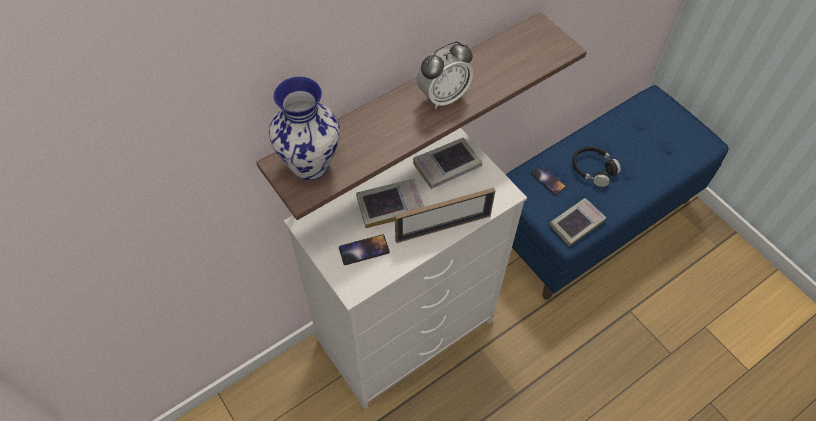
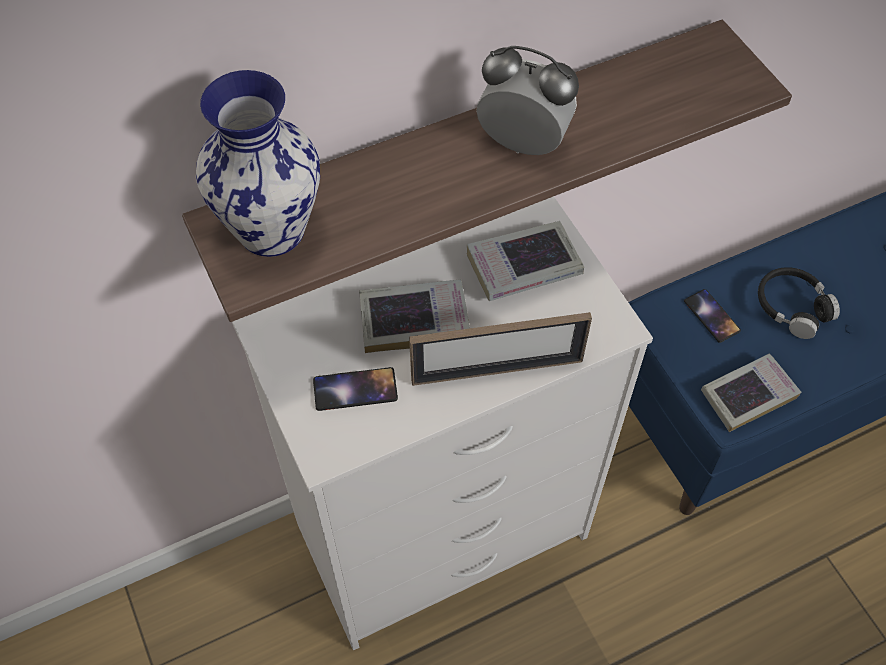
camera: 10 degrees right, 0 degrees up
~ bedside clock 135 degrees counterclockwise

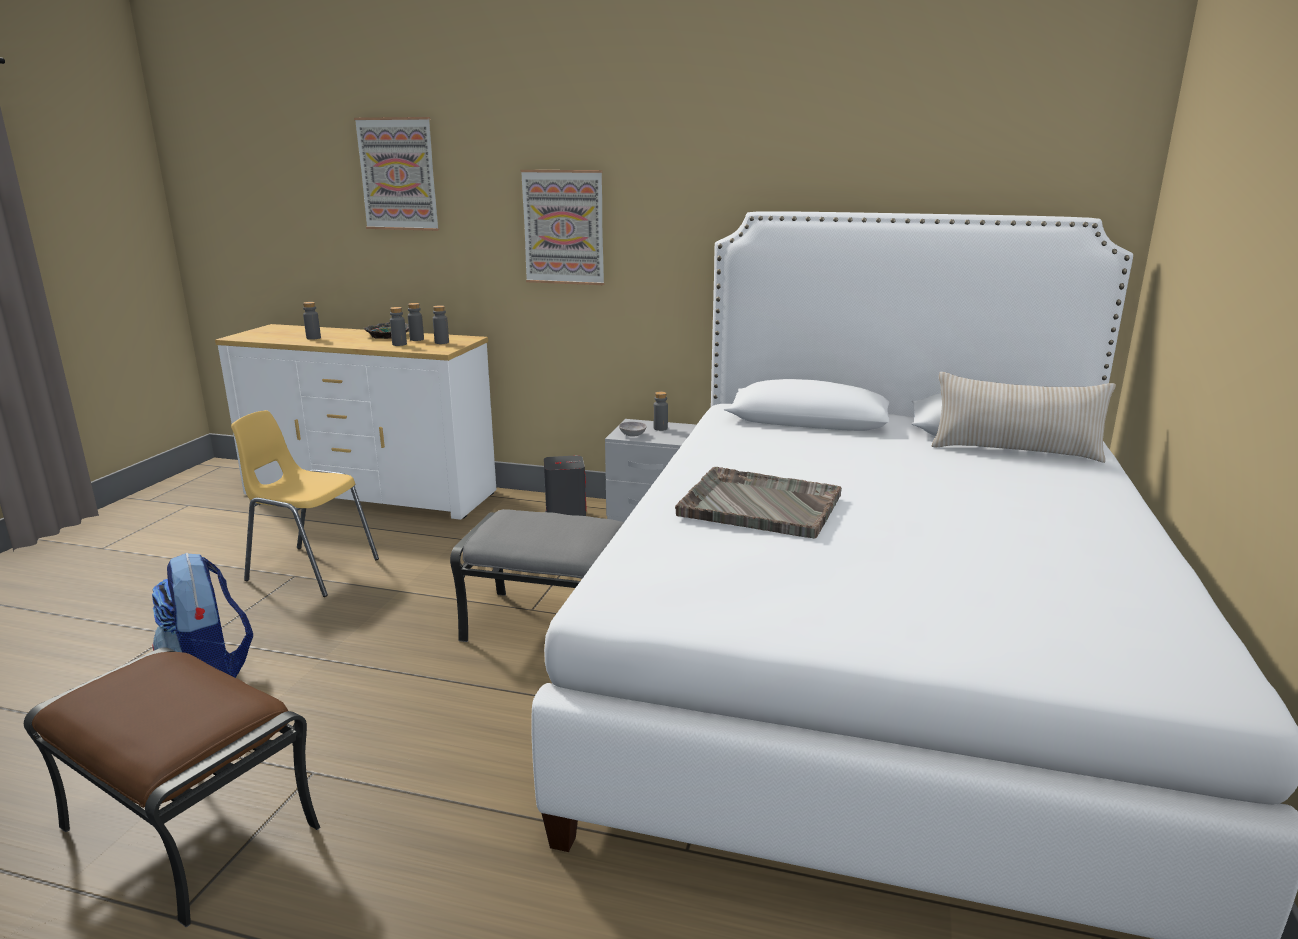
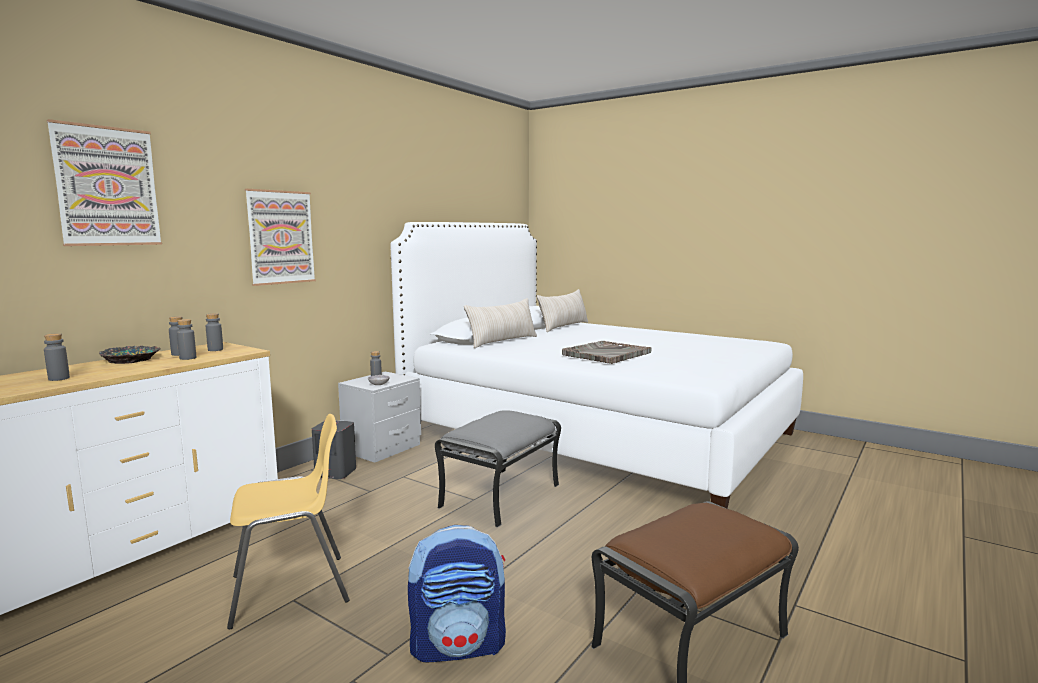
camera: 70 degrees left, 10 degrees down
~ yellow upright chair 150 degrees counterclockwise
+ beige-coloured throw pillow (1st from left)

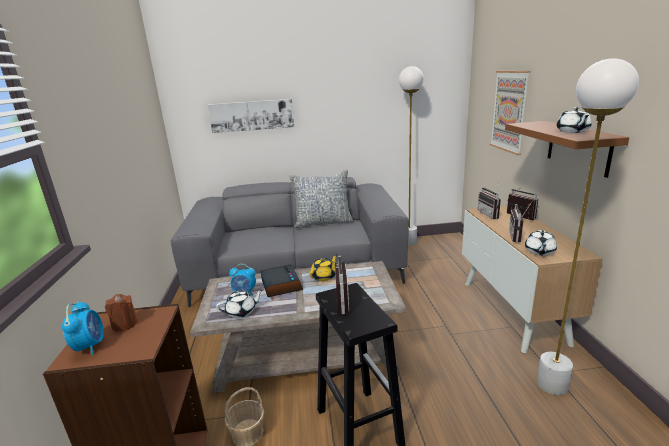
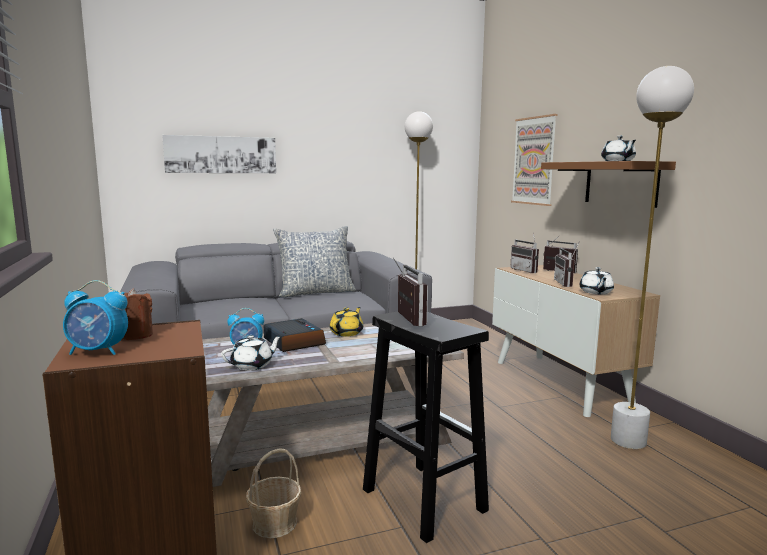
camera: 15 degrees left, 10 degrees down
~ bedside clock (1st from left) 120 degrees clockwise

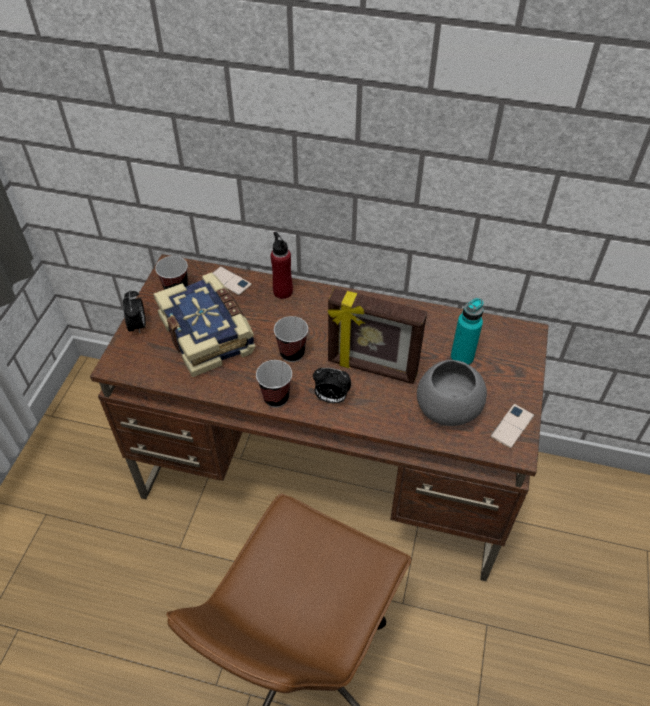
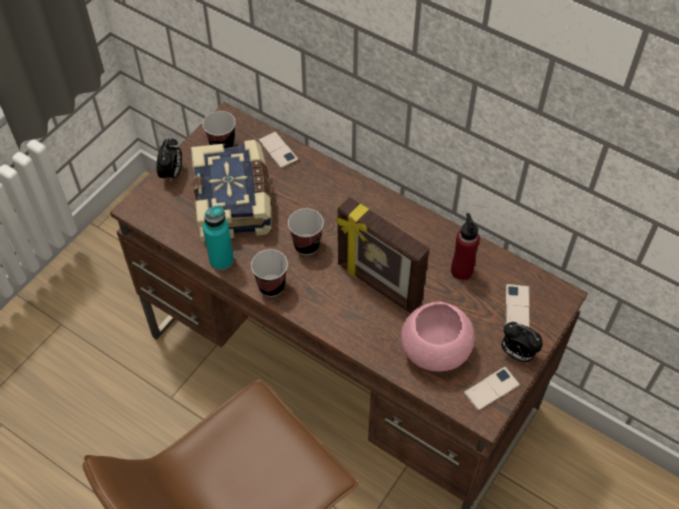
camera: 20 degrees right, 5 degrees up
~ reddish drink bottle
~ bedside clock (2nd from left)
~ grey bowl to pink bowl
~ turquoise-coloured drink bottle
+ telephone (3rd from left)

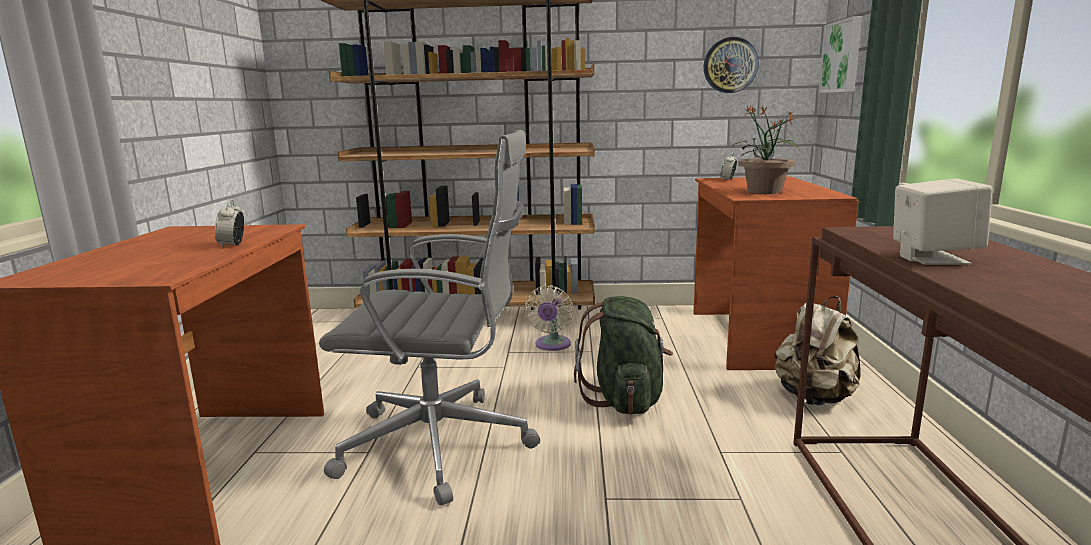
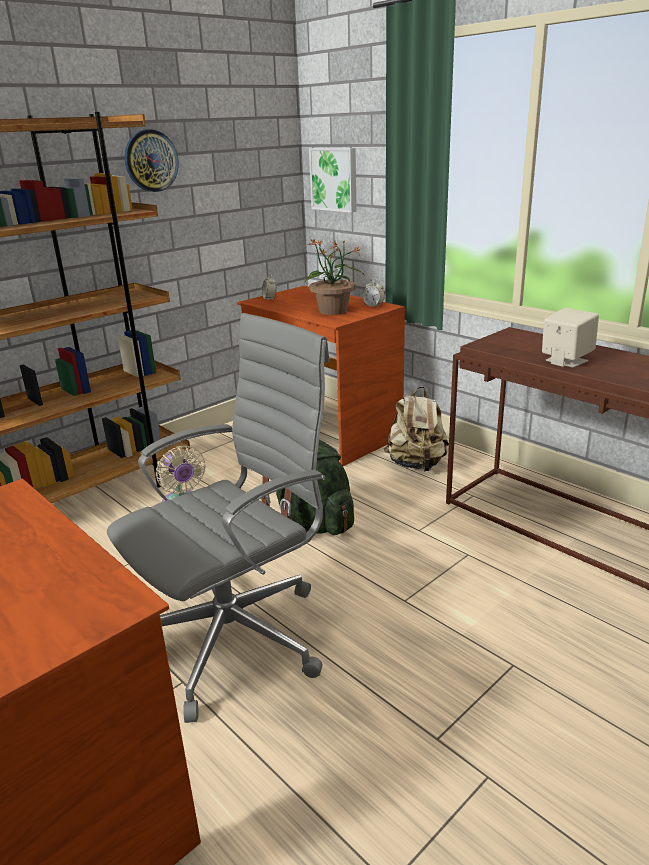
camera: 45 degrees left, 10 degrees up
~ bedside clock (1st from left in the first image) to bedside clock (2nd from left)
~ wall clock

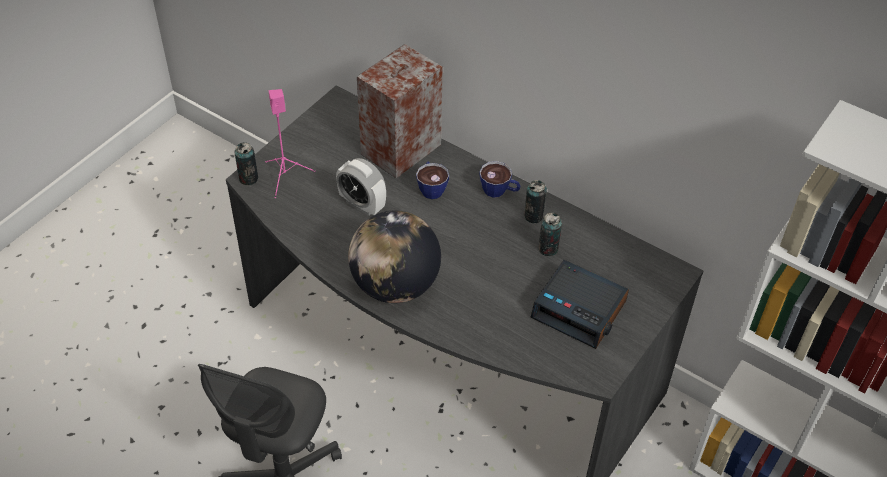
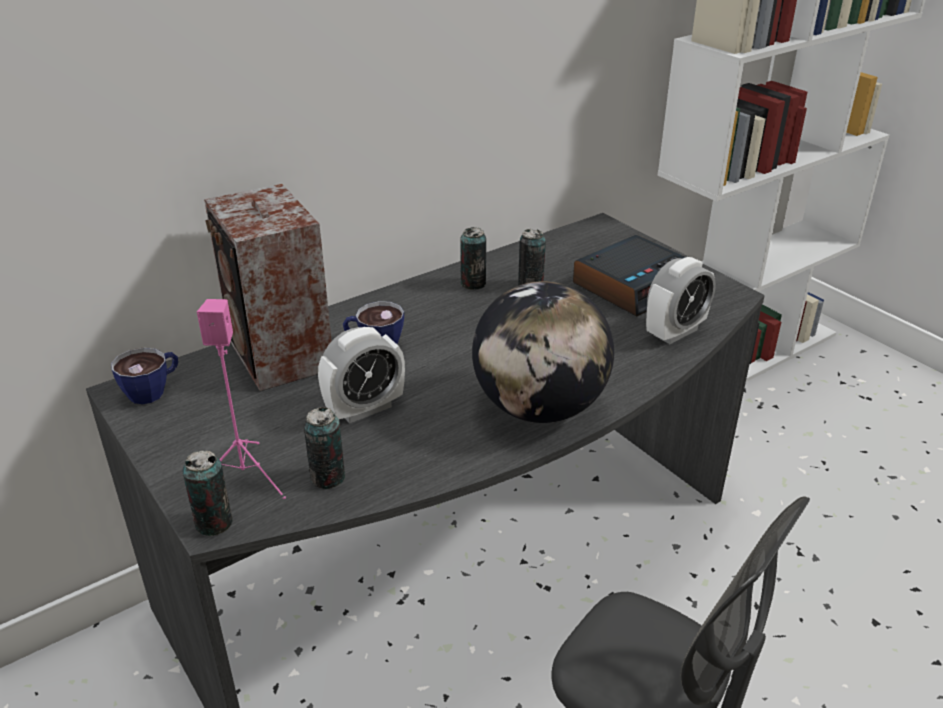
camera: 70 degrees left, 15 degrees down
~ cup (2nd from left in the first image) to cup (1st from left)
+ sealed can (2nd from left)
+ bedside clock (3rd from left)

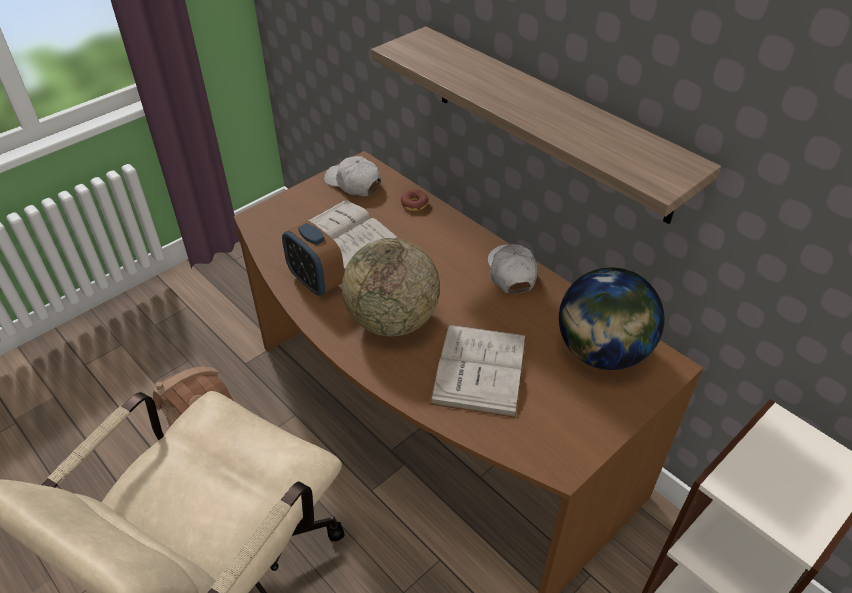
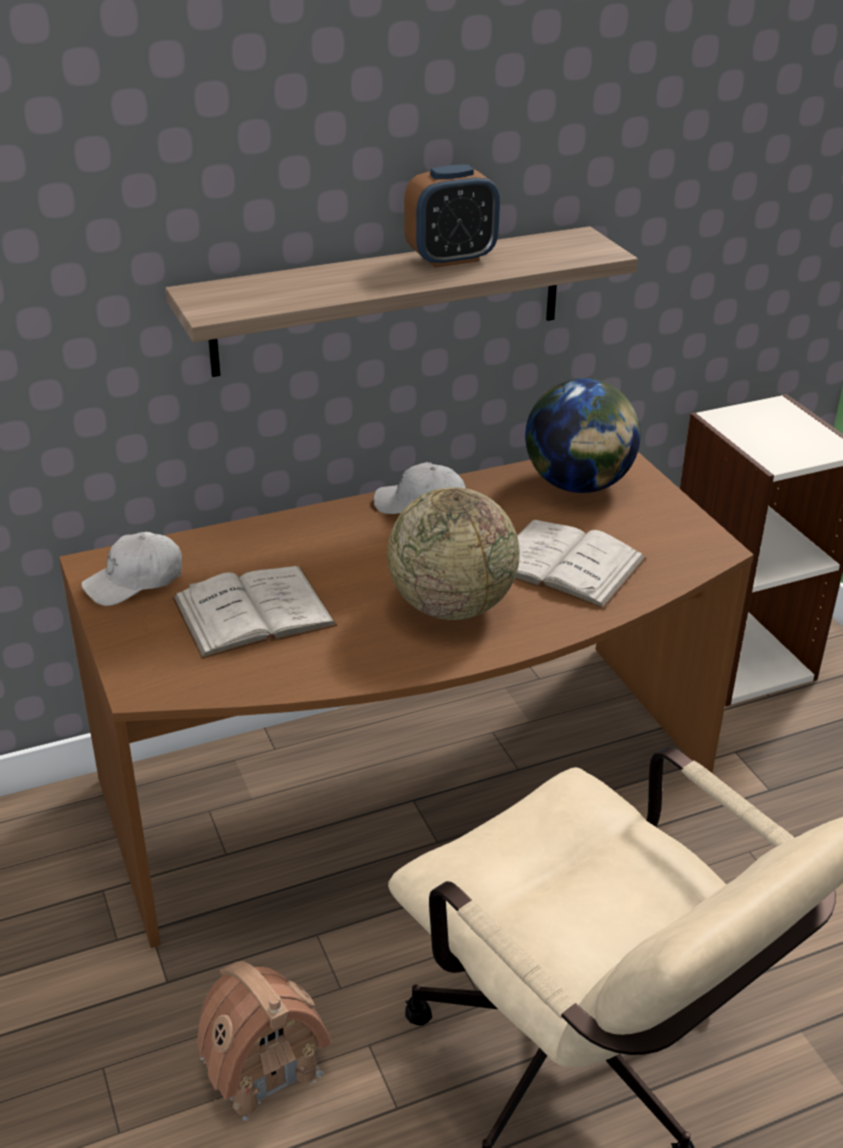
camera: 70 degrees left, 10 degrees down
~ bedside clock
- ring doughnut

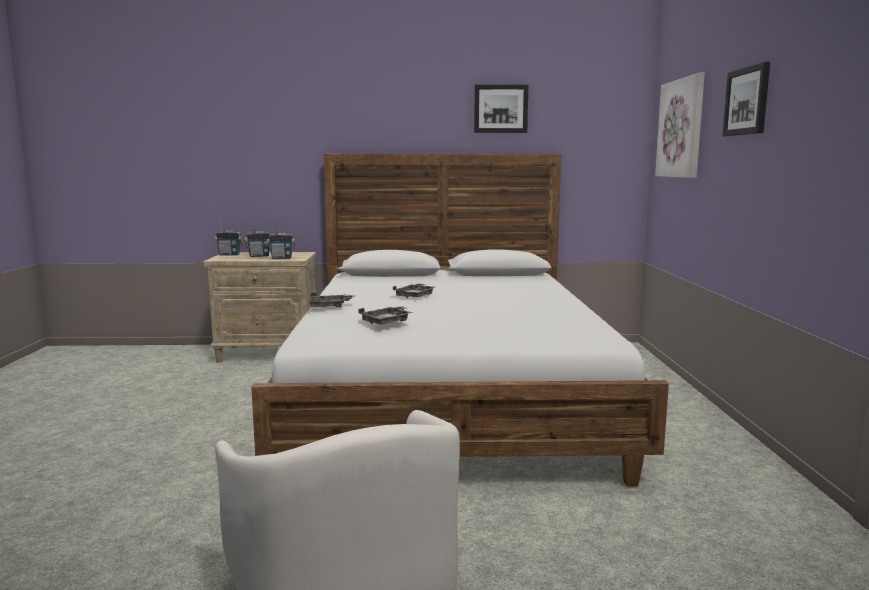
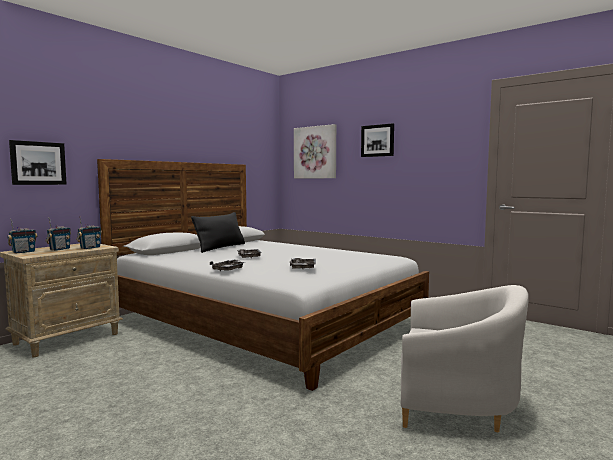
camera: 50 degrees left, 5 degrees down
~ wall picture (1st from left)
+ black-coloured throw pillow

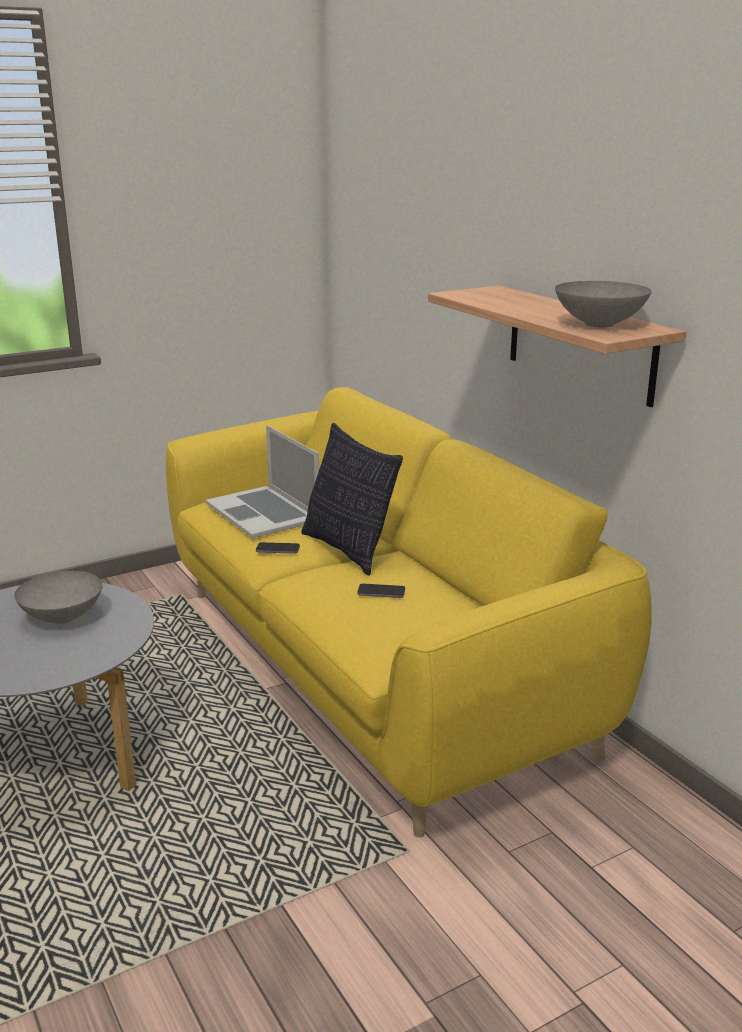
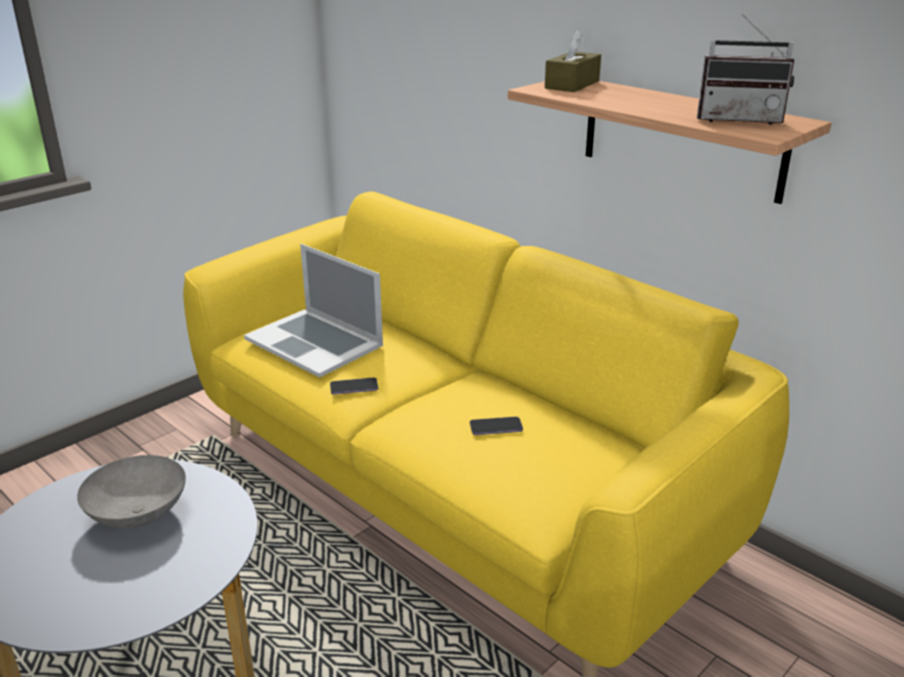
camera: 15 degrees left, 5 degrees up
- throw pillow
~ grey bowl (2nd from left) to radio set
+ brownish tissue holder

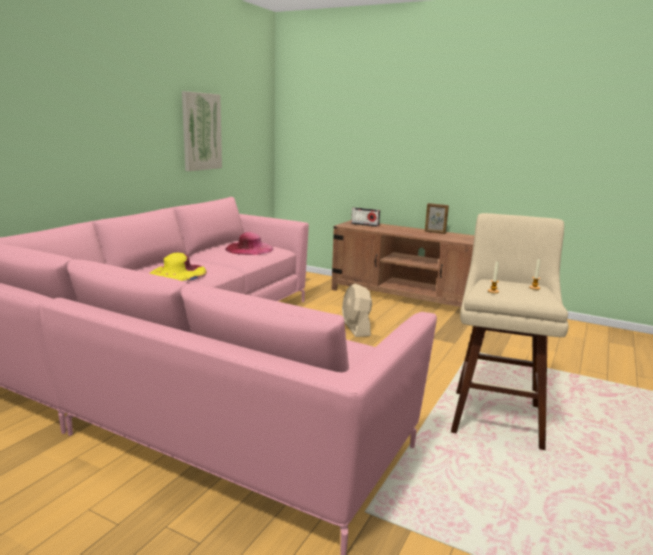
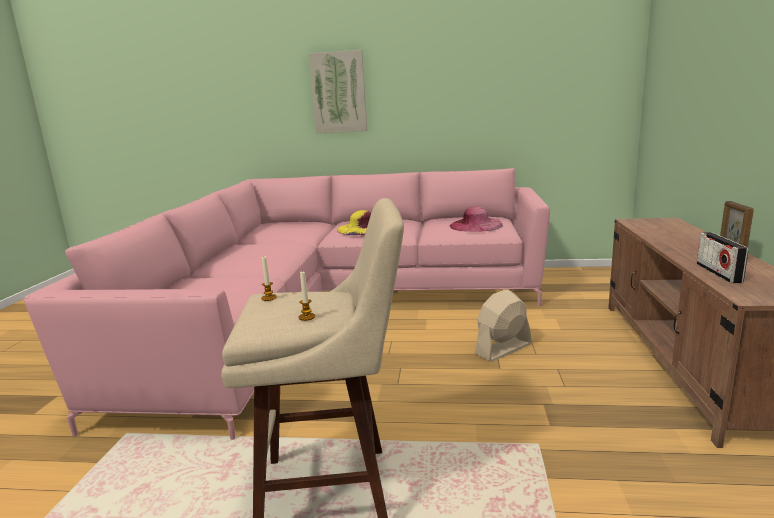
camera: 70 degrees right, 0 degrees up
~ wall picture
~ radio set

